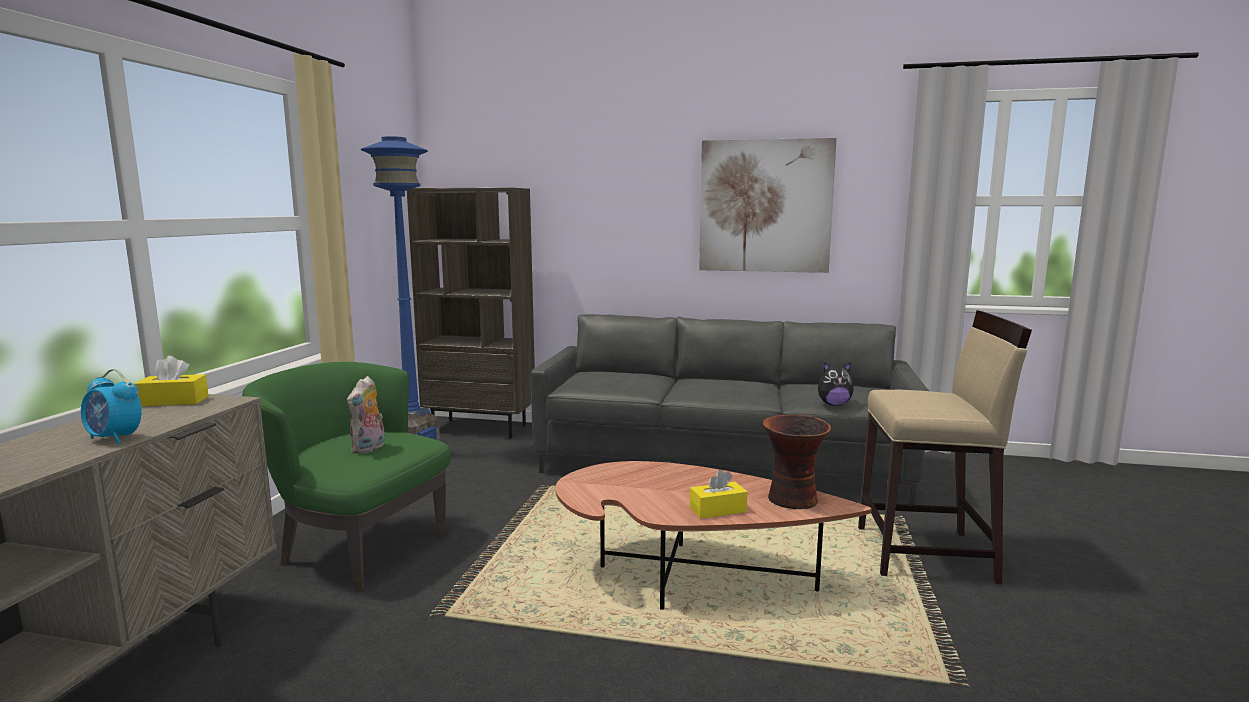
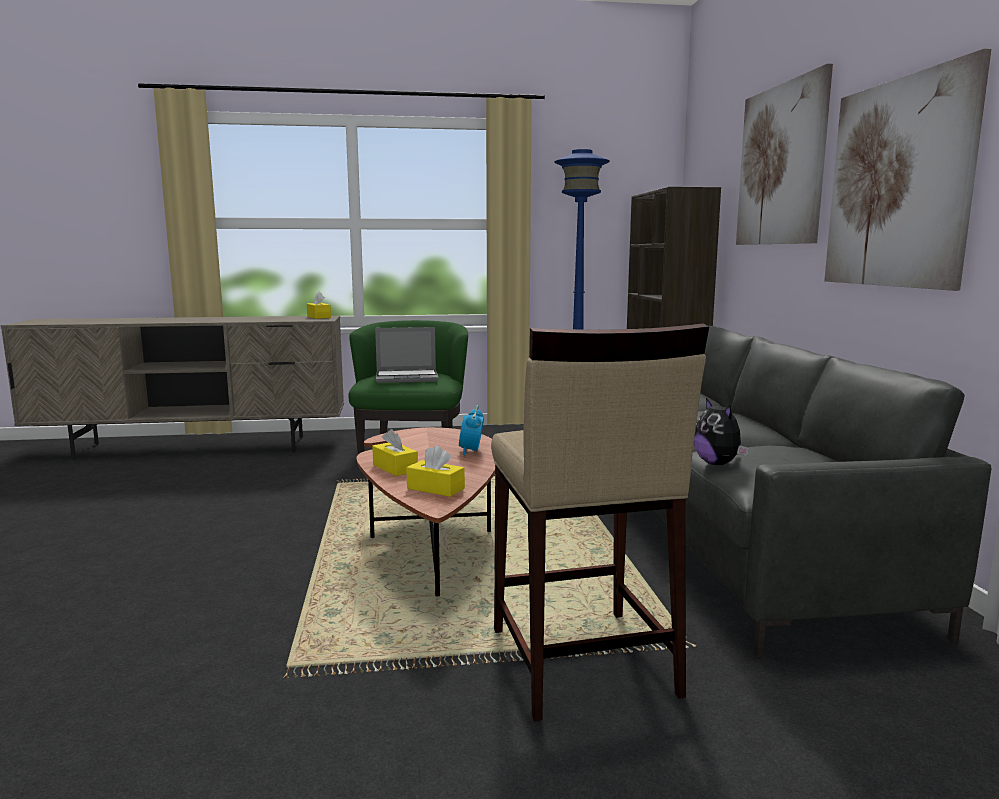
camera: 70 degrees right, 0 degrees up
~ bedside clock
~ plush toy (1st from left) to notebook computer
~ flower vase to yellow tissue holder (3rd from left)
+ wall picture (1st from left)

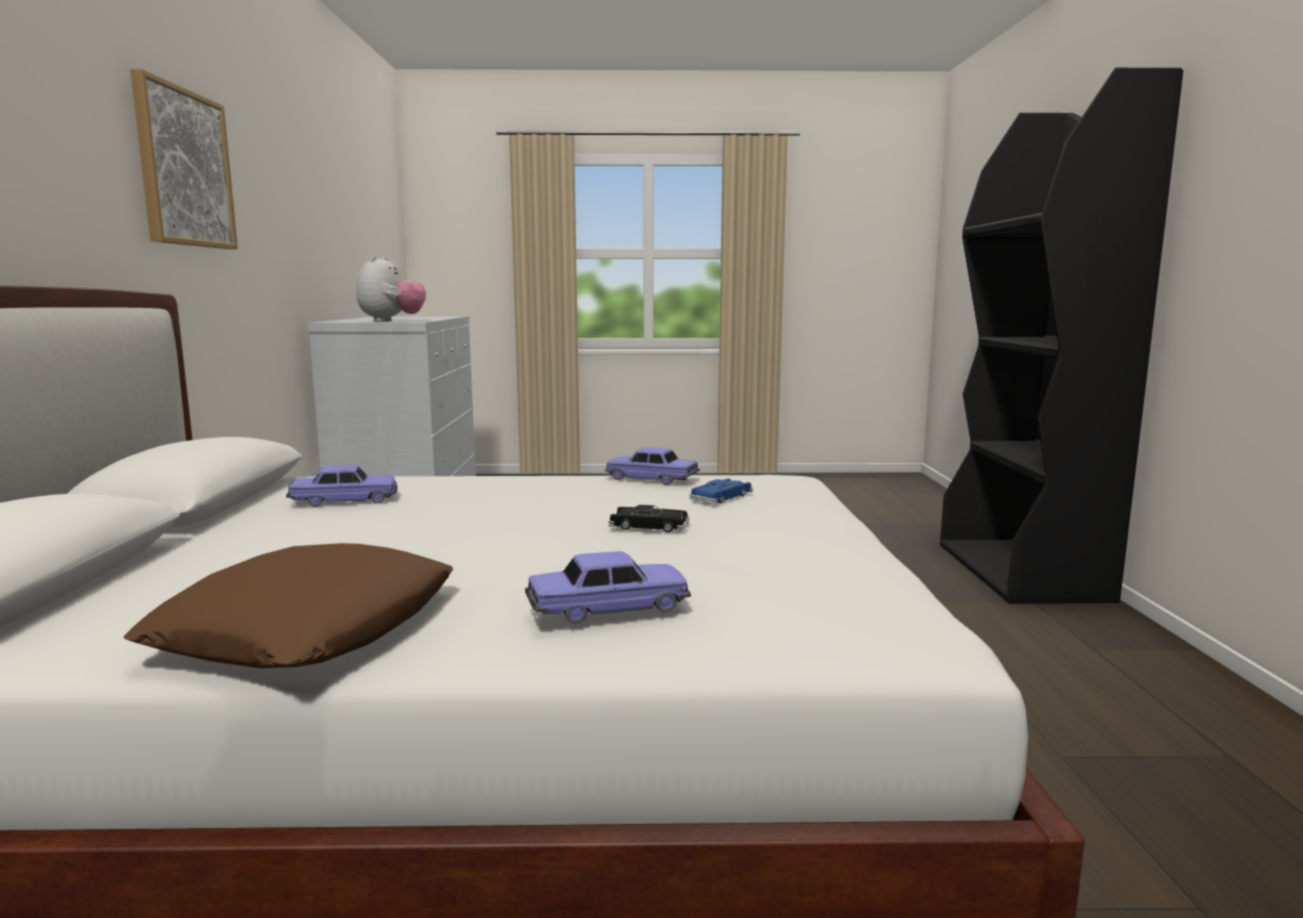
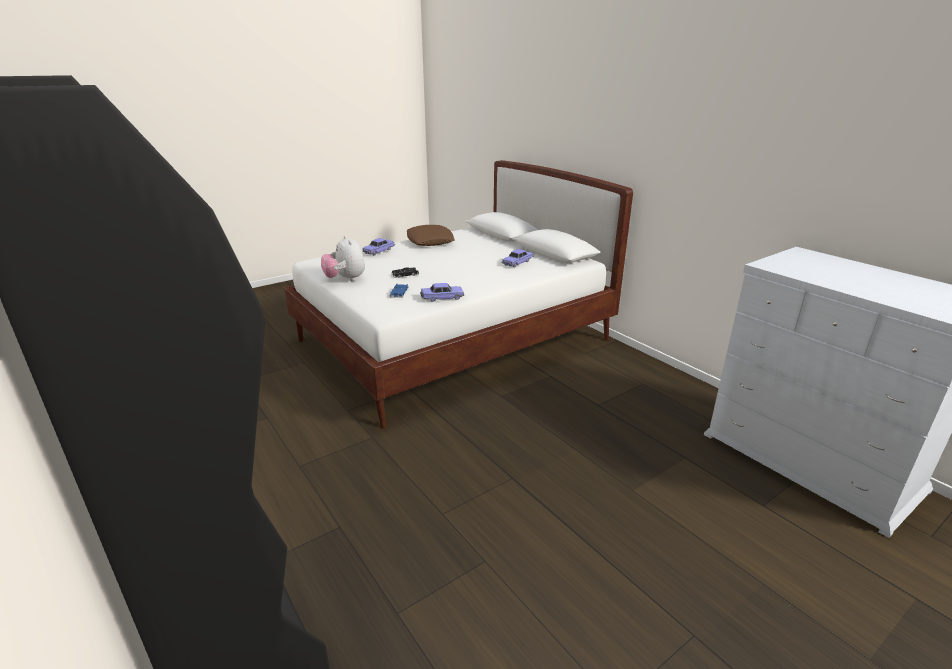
camera: 145 degrees right, 15 degrees up
- wall picture
~ plush toy

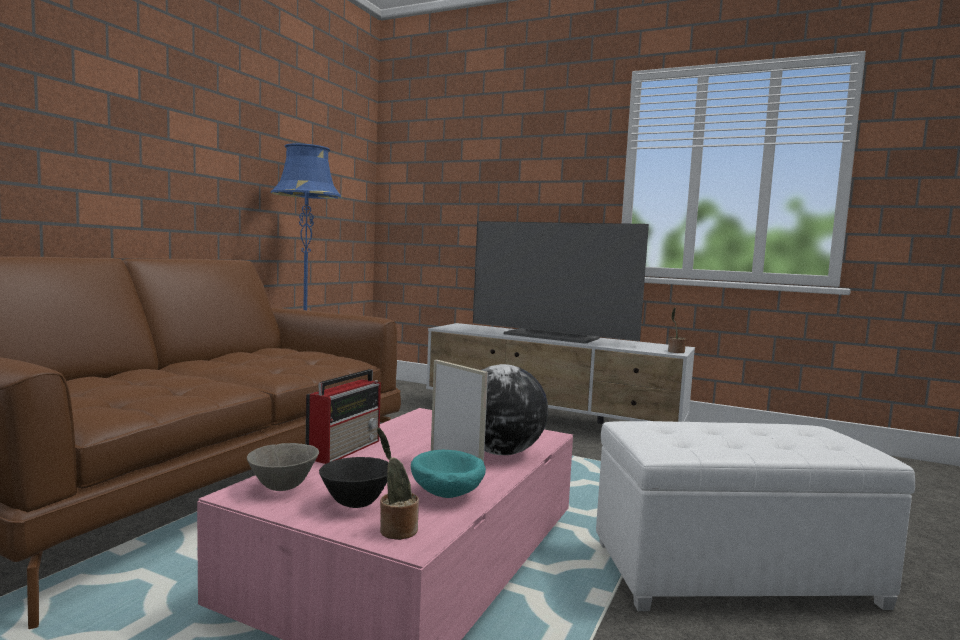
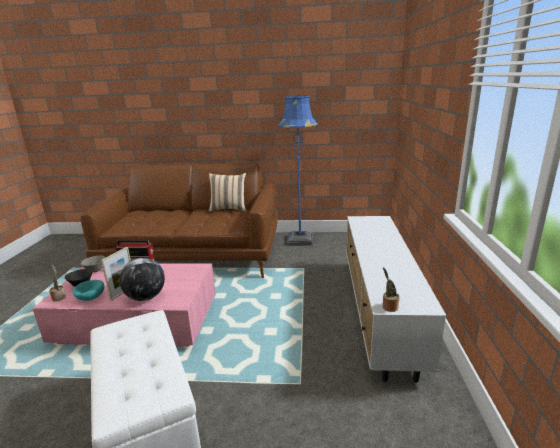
camera: 70 degrees right, 15 degrees up
- TV set
+ beige-coloured throw pillow

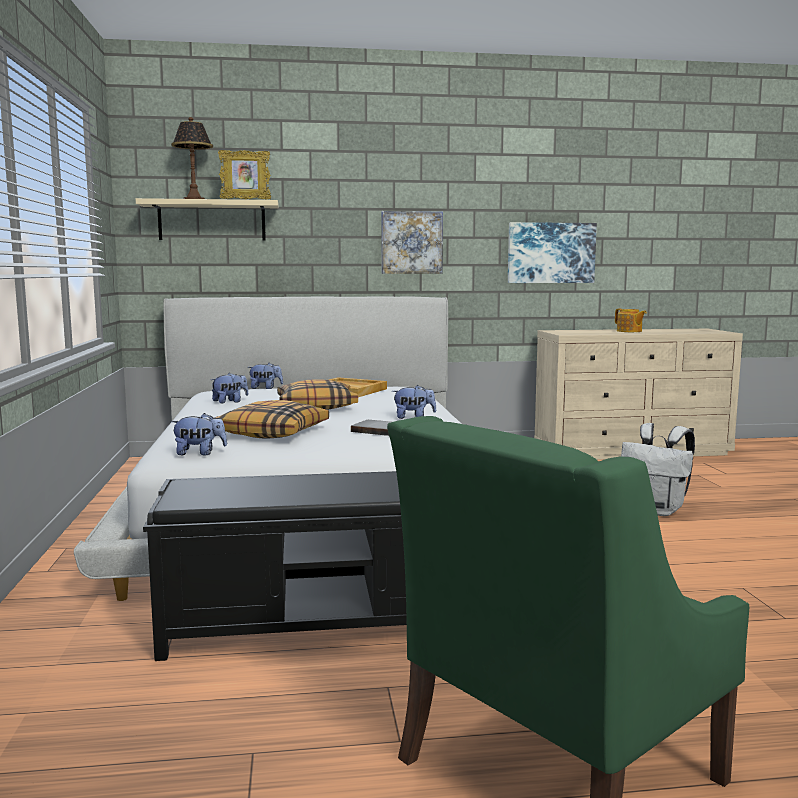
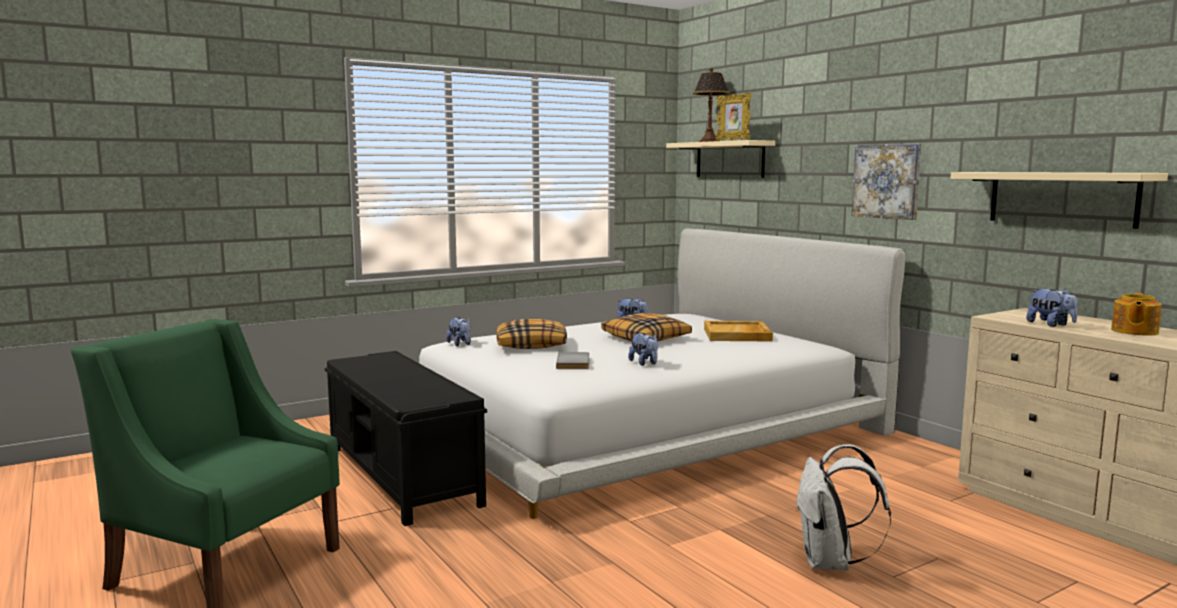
camera: 65 degrees right, 0 degrees up
~ plush toy (3rd from left in the first image) to plush toy (4th from left)
~ wall picture (2nd from left) to beige-coloured shelf (2nd from left)

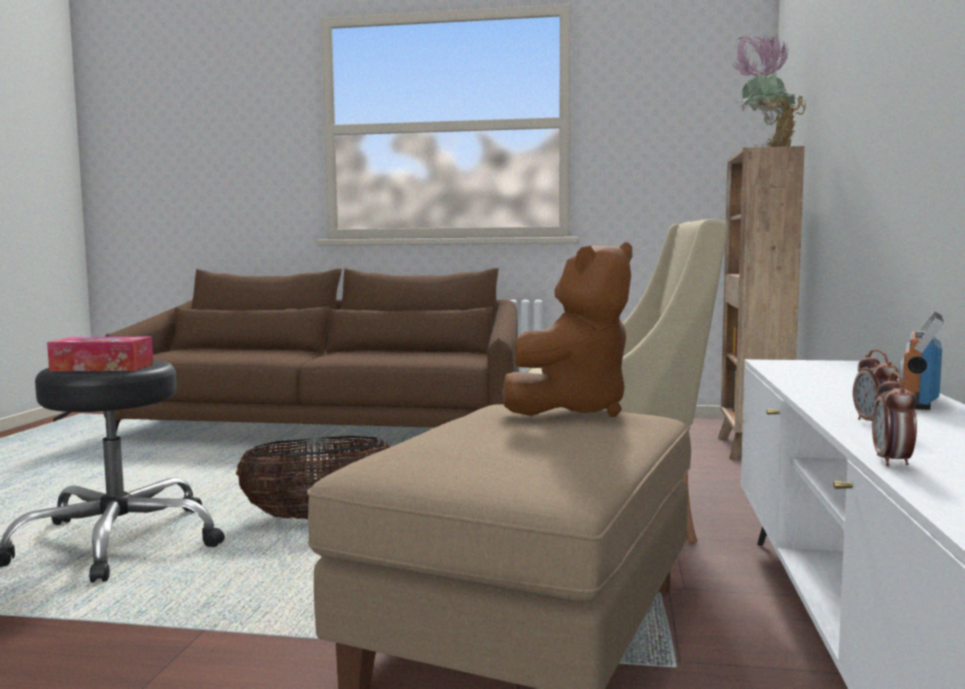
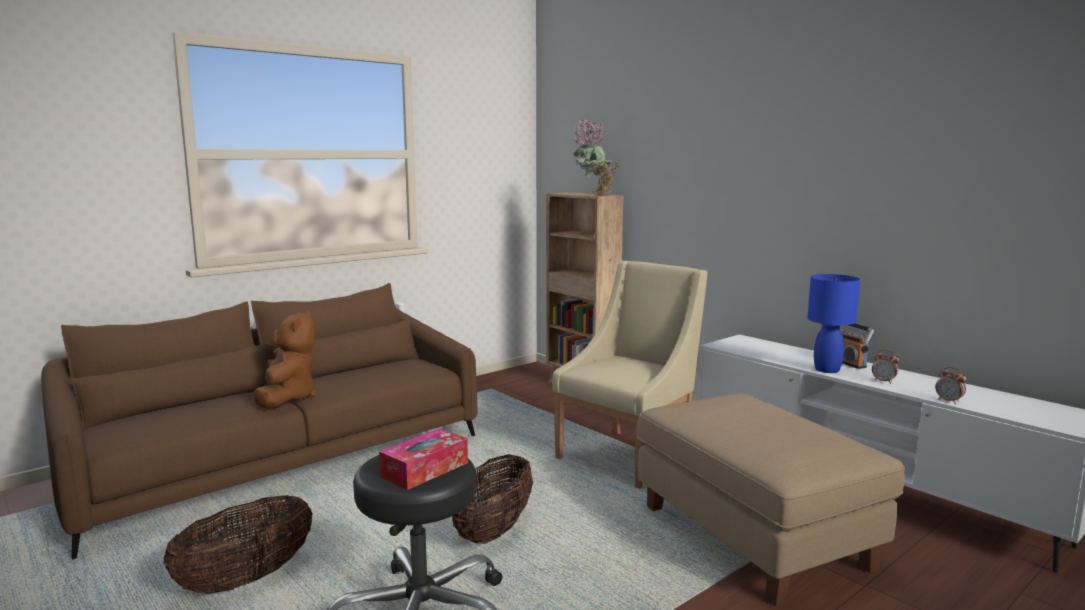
camera: 50 degrees left, 5 degrees up
~ brownish plush toy
+ household basket (1st from left)
+ bluish lamp for a table

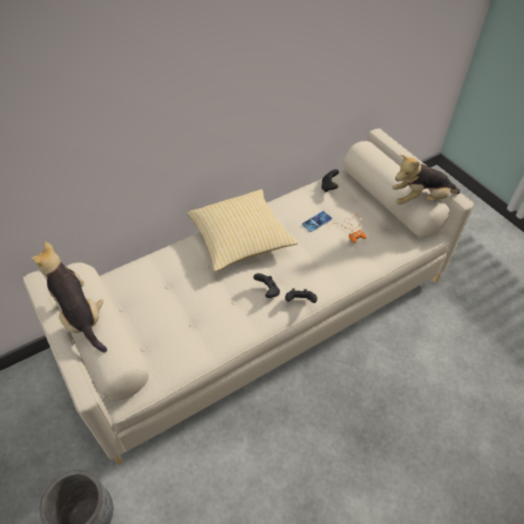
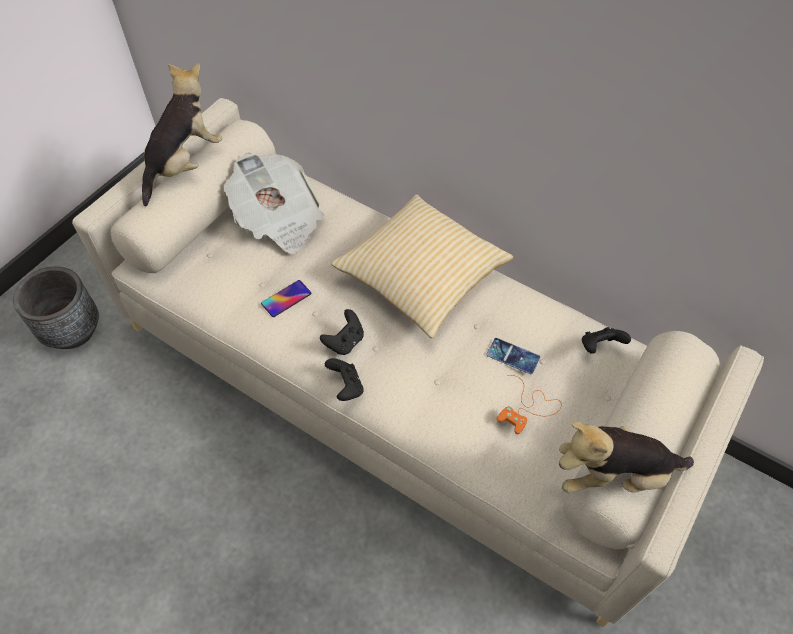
camera: 65 degrees right, 5 degrees up
~ plush toy (2nd from left) 60 degrees counterclockwise
+ newspaper
+ telephone (1st from left)

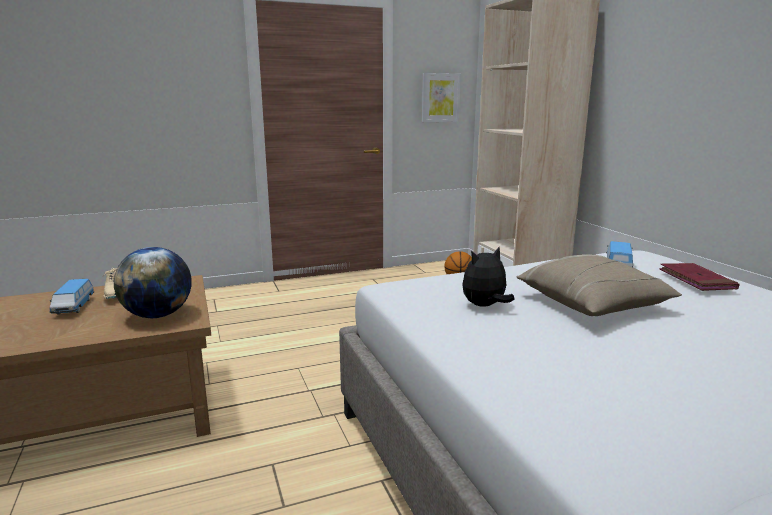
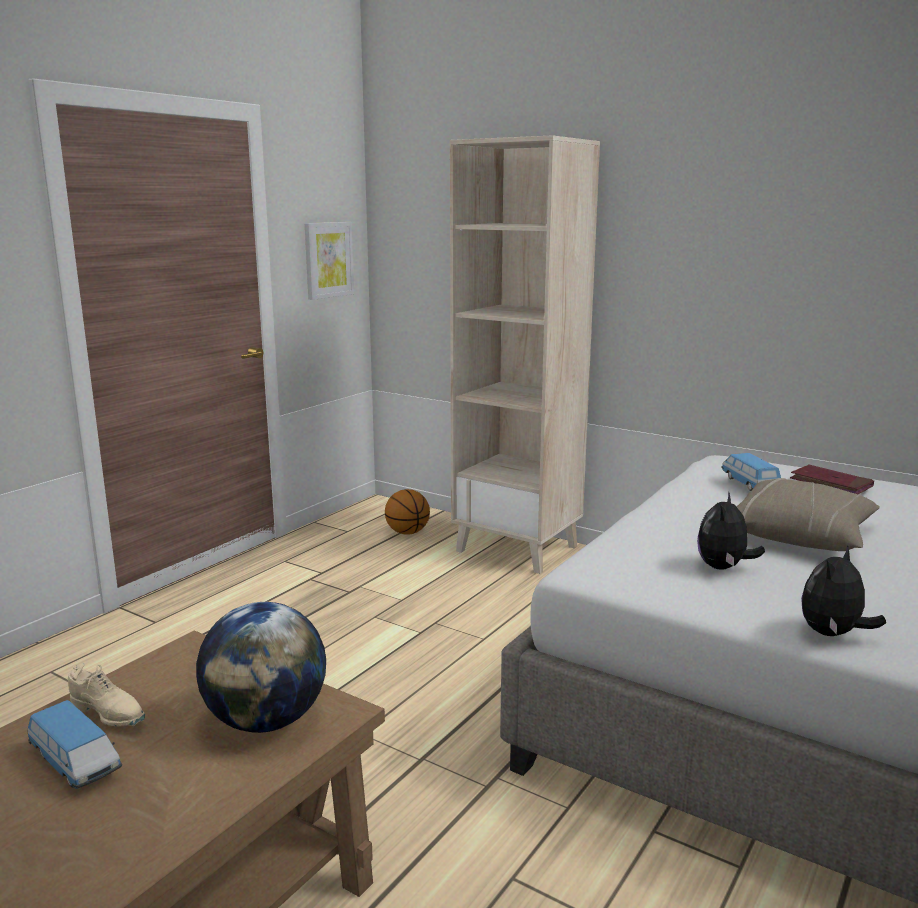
camera: 35 degrees left, 0 degrees up
+ plush toy (2nd from left)

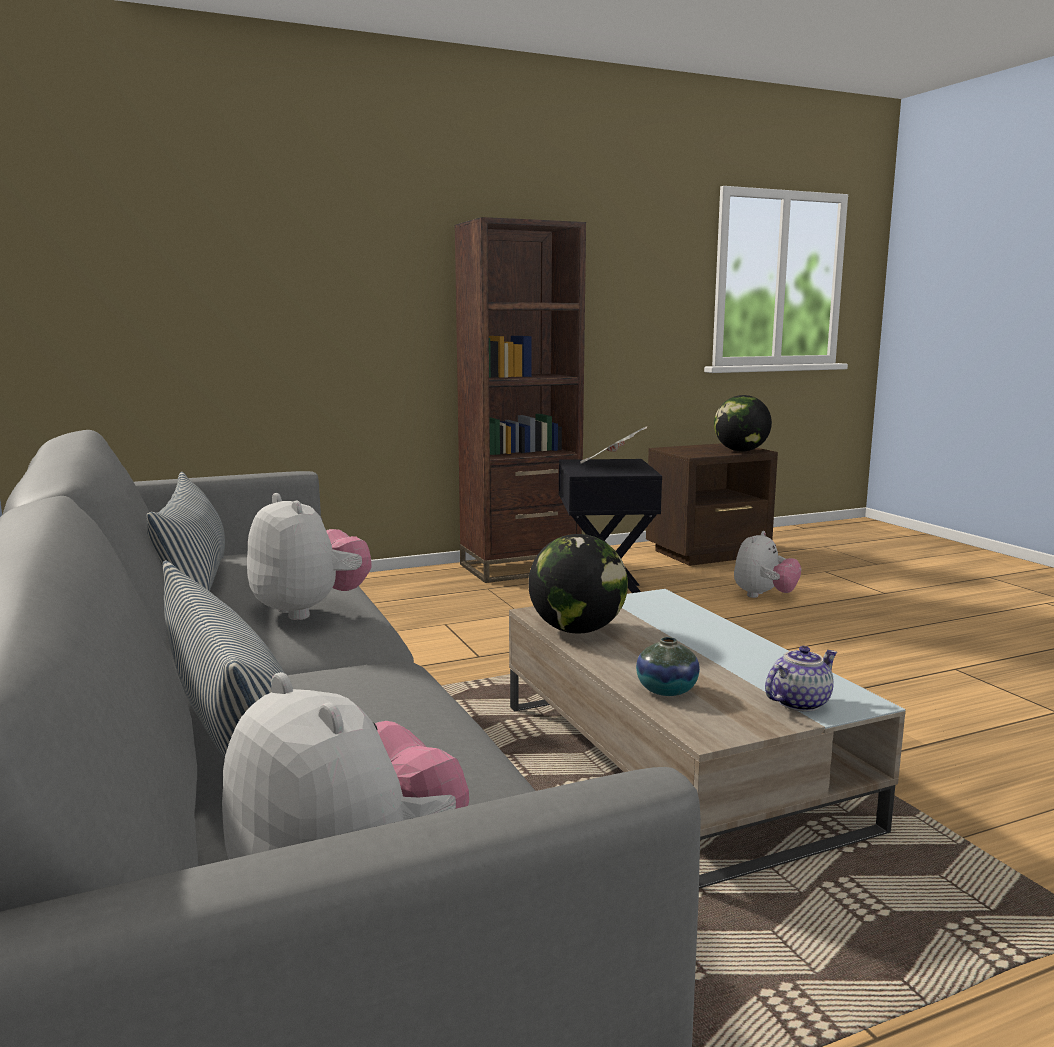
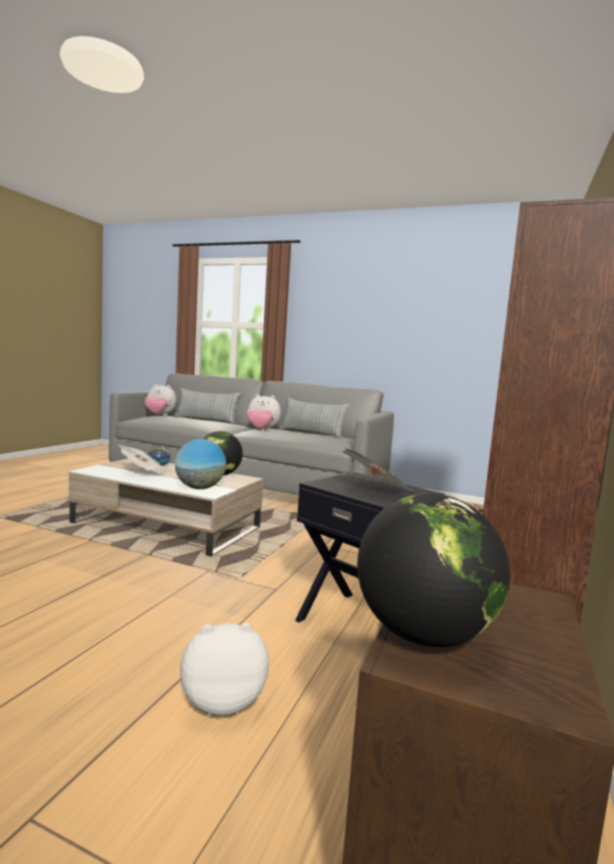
camera: 135 degrees right, 5 degrees down
~ plush toy (3rd from left in the first image) 90 degrees clockwise
- tea pot
+ newspaper (1st from left)
+ desk globe (1st from left)

